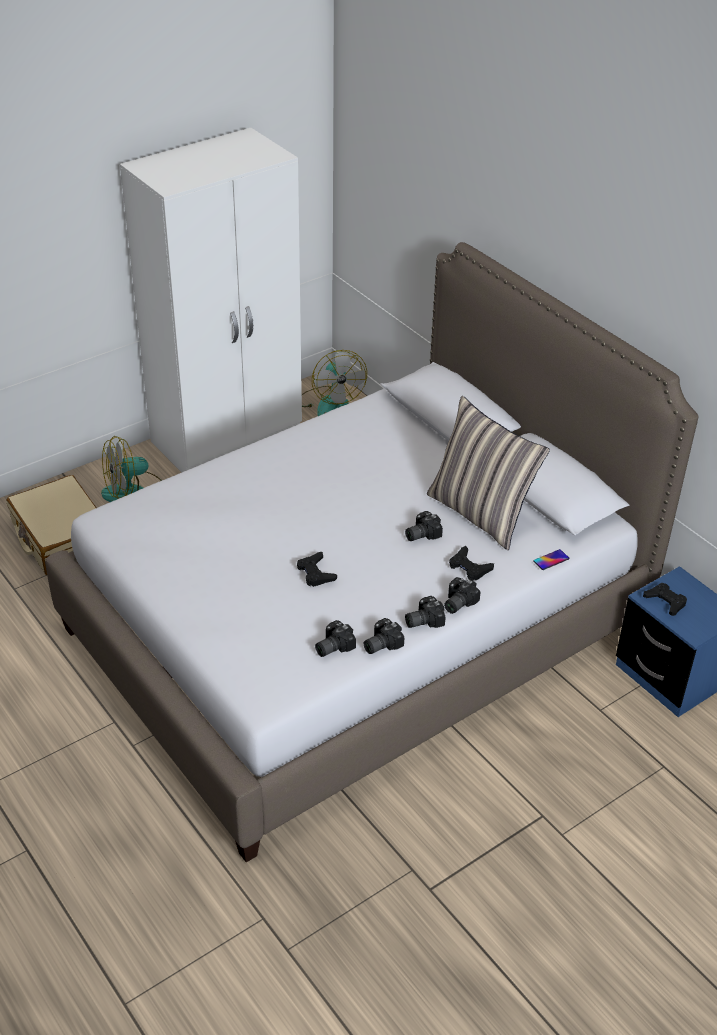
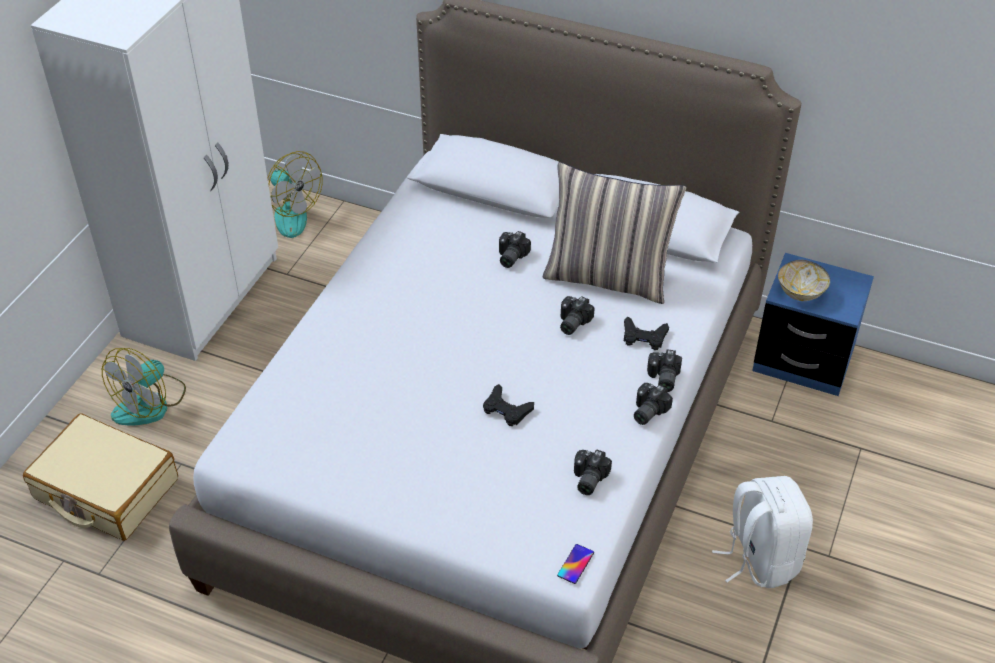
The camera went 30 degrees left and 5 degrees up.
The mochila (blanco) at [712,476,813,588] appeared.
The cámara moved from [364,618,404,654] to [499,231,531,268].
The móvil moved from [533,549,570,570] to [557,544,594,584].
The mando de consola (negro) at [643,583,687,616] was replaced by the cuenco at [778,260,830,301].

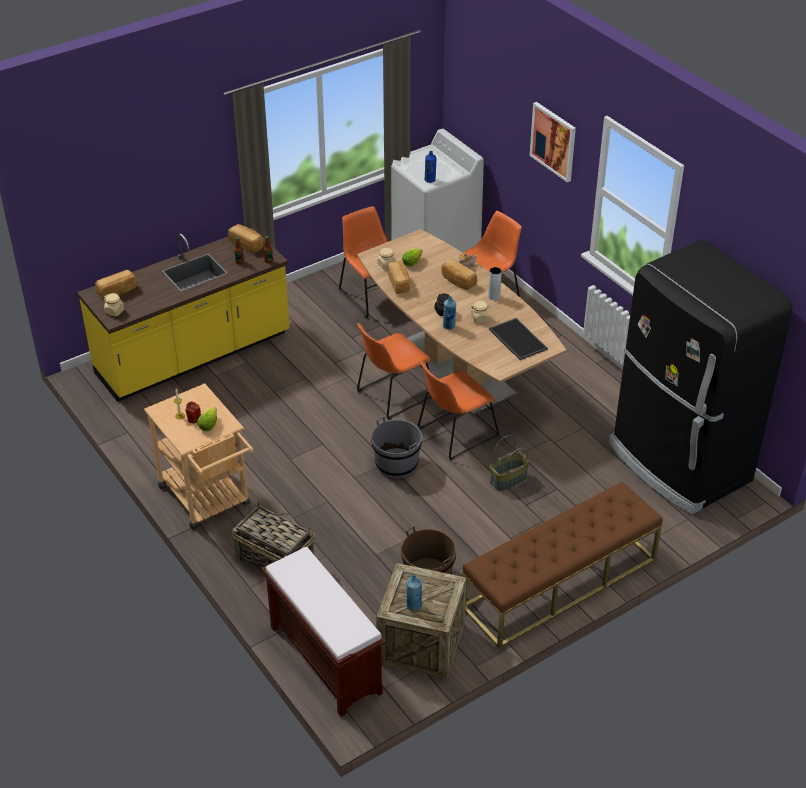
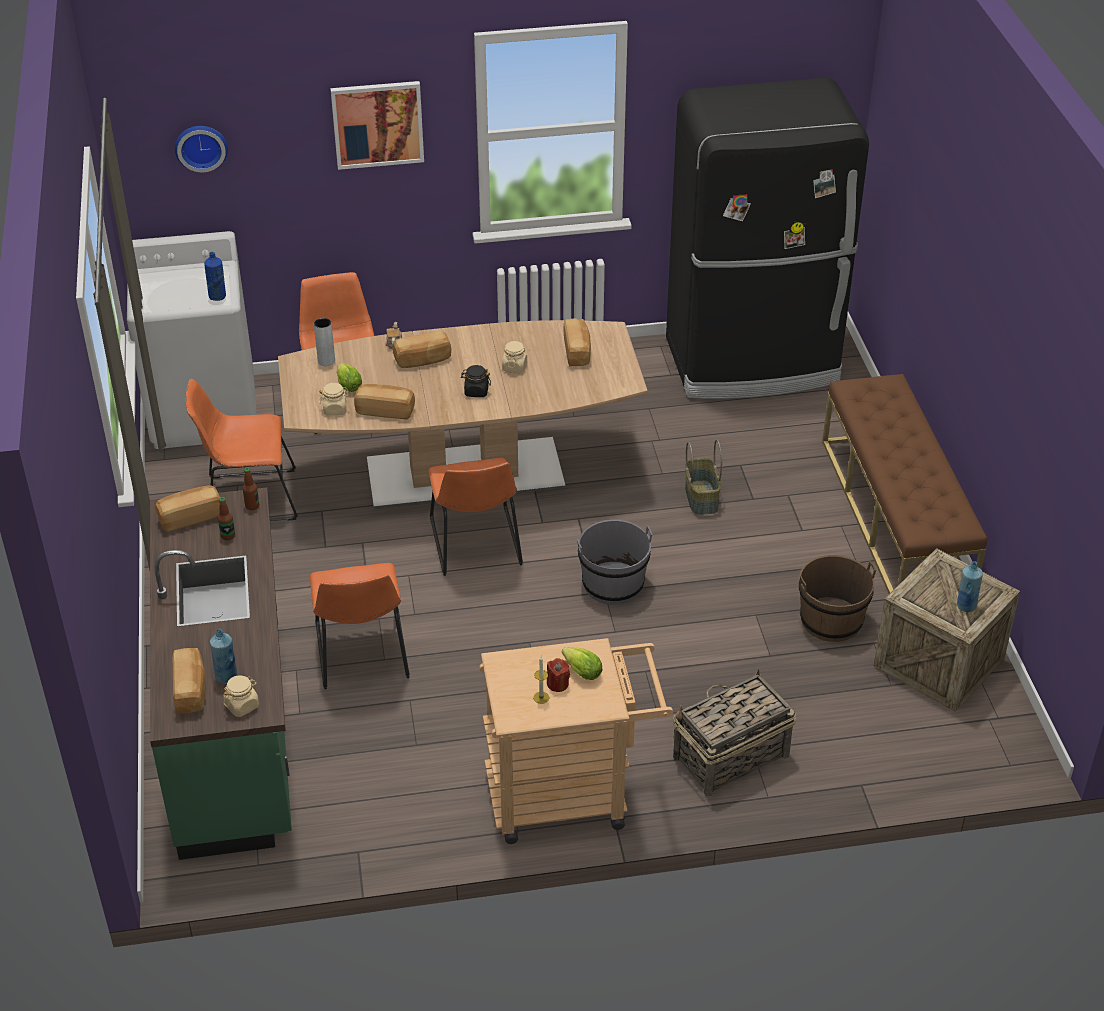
The camera went 65 degrees left and 0 degrees up.
The banco (marrón) at [261,547,386,717] disappeared.
The reloj de pared at [175,126,228,172] appeared.
The silla (naranja) moved from [417,361,500,461] to [310,563,410,689].
The botella (azul) moved from [443,296,456,330] to [210,629,237,684].
The florero (gris) moved from [488,267,502,300] to [314,318,335,366].
The bandeja at [489,318,548,360] was replaced by the pan at [563,318,591,366].
The mueble bajo de cocina (amarillo) at [77,227,289,402] became the mueble bajo de cocina (verde) at [150,487,292,860].

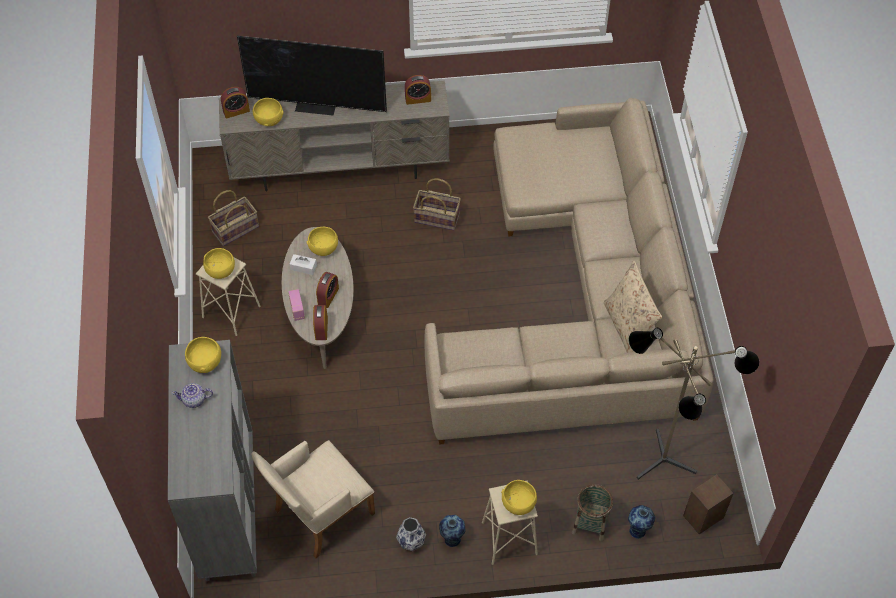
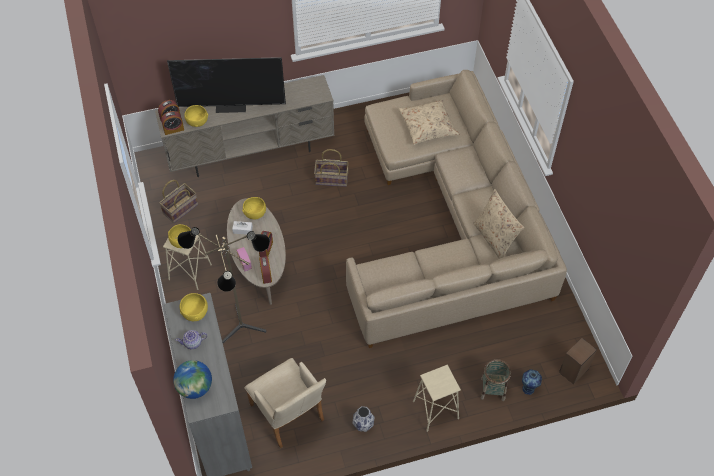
The camera went 10 degrees left and 0 degrees up.
The florero at [439,515,466,547] disappeared.
The cuenco (amarillo) at [501,480,537,515] disappeared.
The globo terráqueo at [173,360,212,399] appeared.
The cojín (beis) at [398,99,459,145] appeared.
The despertador moved from [405,75,431,105] to [161,111,184,135].
The lámpara de pie moved from [629,328,759,480] to [177,227,270,343].
The sillón (beis) at [251,440,375,558] turned 75 degrees counterclockwise.

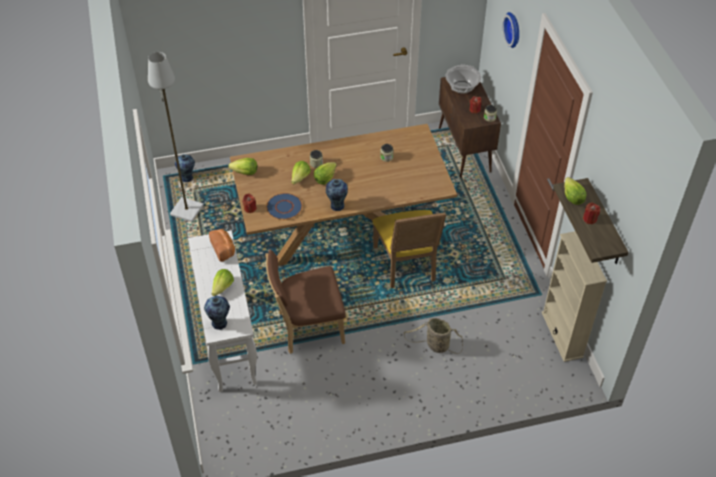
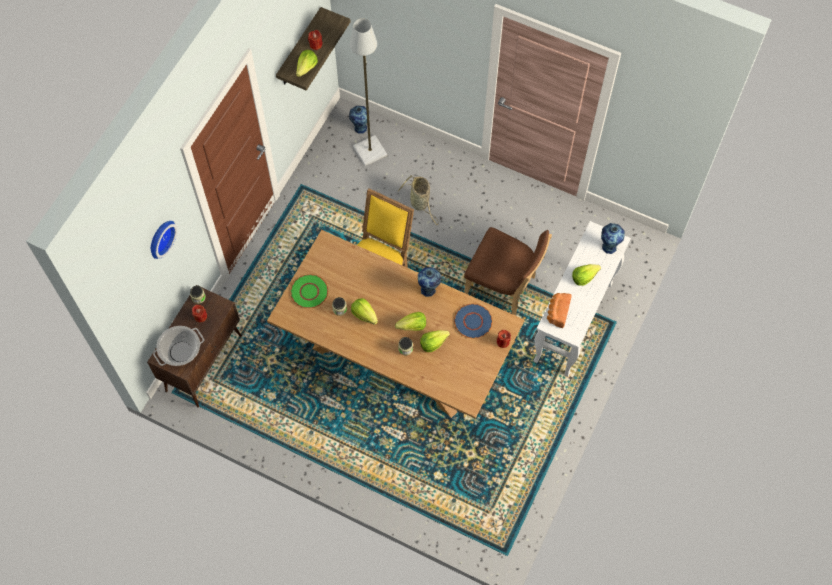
The camera went 140 degrees left and 15 degrees up.
The estantería (beis) at [542,231,607,362] disappeared.
The plato (verde) at [290,274,328,309] appeared.
The lámpara de pie (gris) moved from [148,52,203,222] to [350,18,387,166].
The florero moved from [175,154,195,182] to [349,106,367,134].
The lechuga moved from [228,158,258,175] to [351,298,378,325].

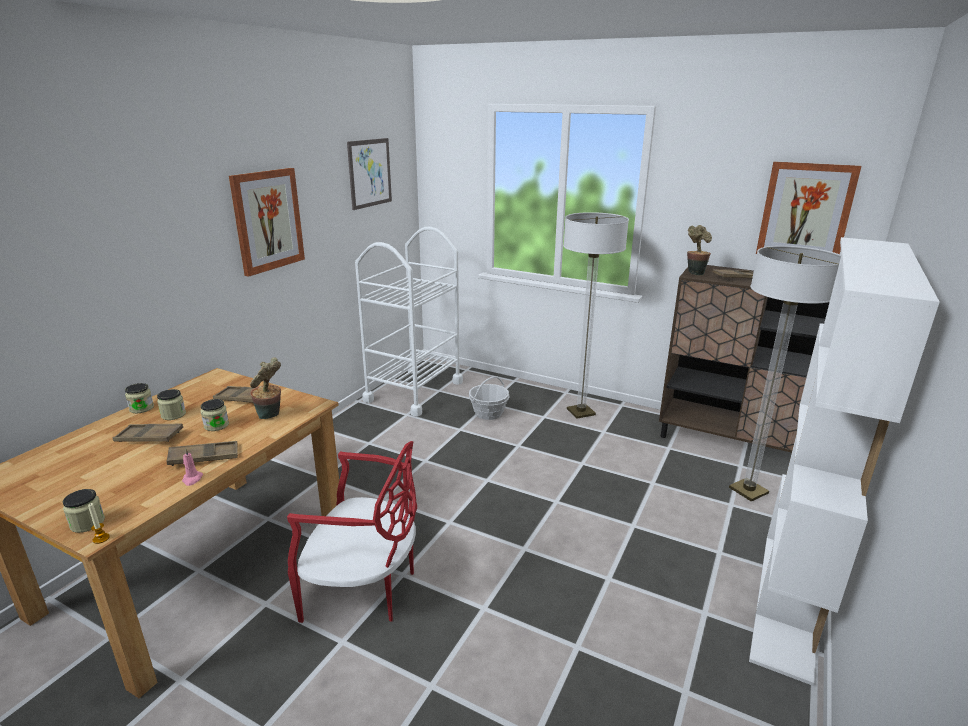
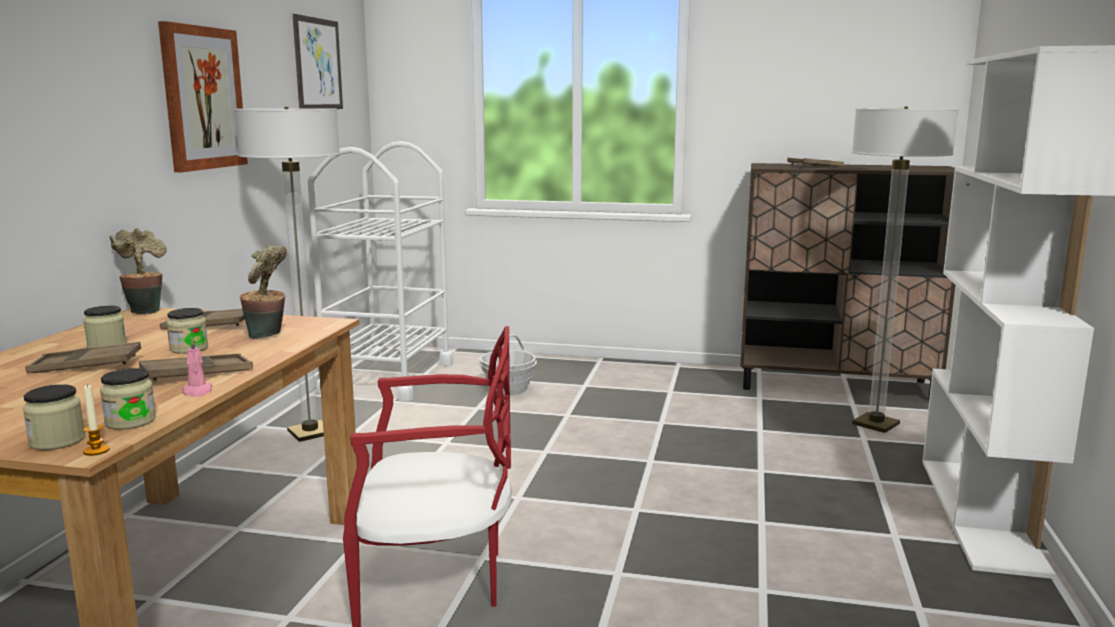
The camera went 15 degrees left and 10 degrees down.
The cuadro at [756,161,861,254] disappeared.
The tarro moved from [125,383,154,413] to [100,368,156,430].
The lámpara de pie moved from [563,212,629,419] to [234,107,340,442].
The planta en maceta moved from [687,225,712,276] to [109,228,167,314].

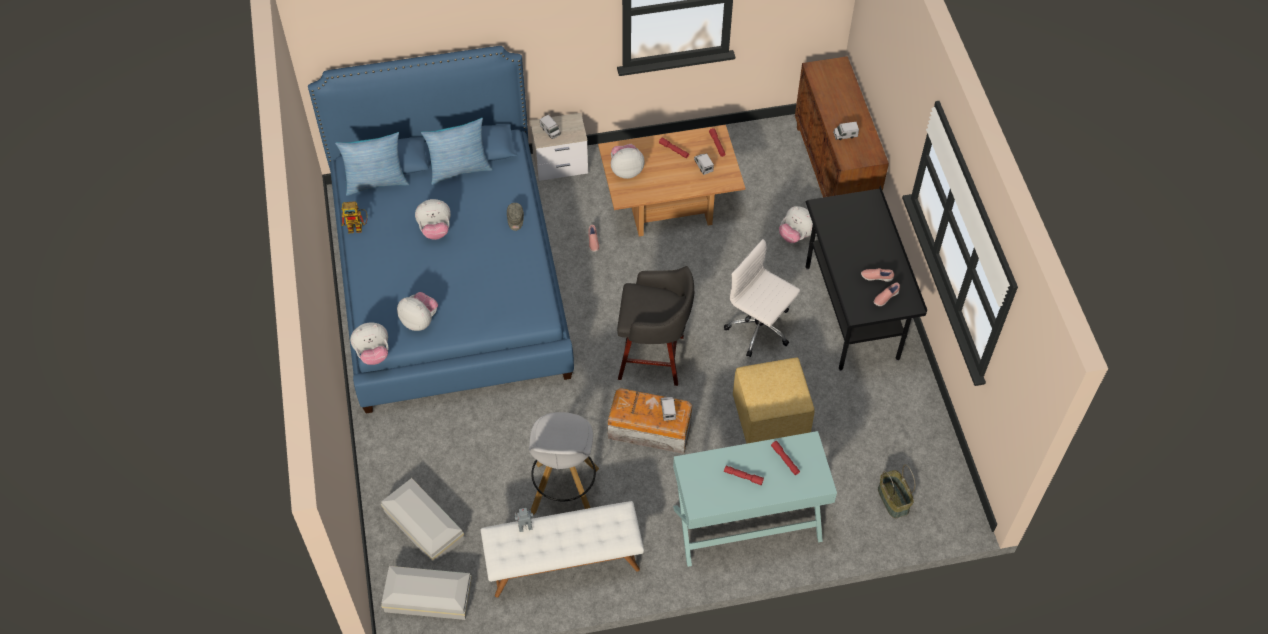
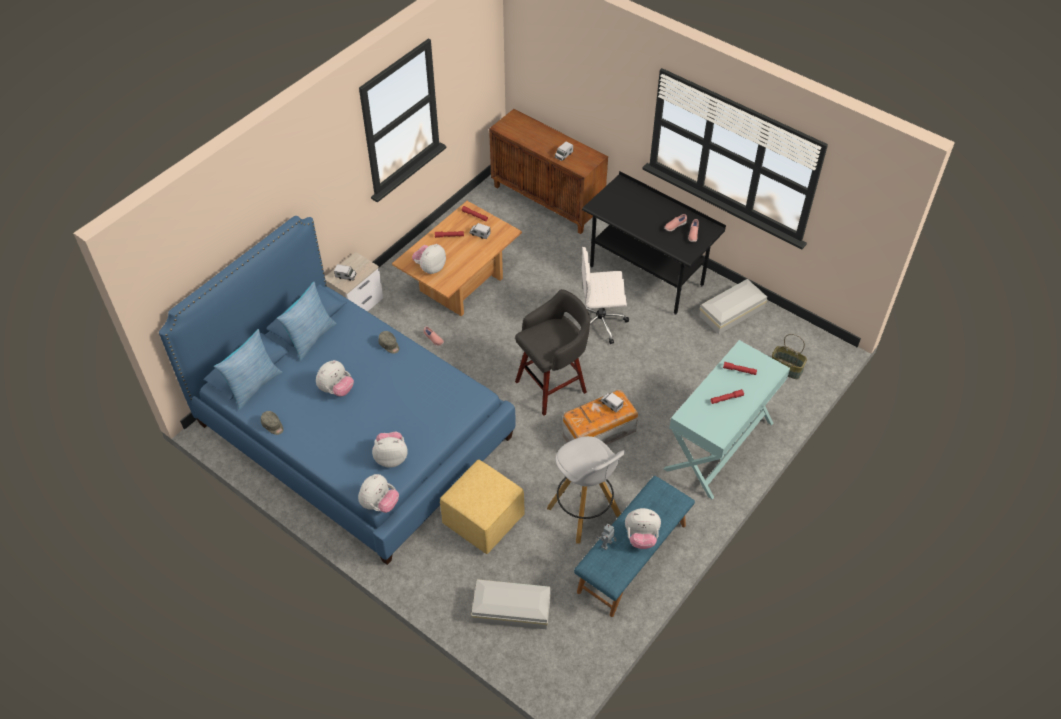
The camera went 40 degrees left and 5 degrees down.
The caja de almacenaje (blanco) moved from [381,566,472,620] to [699,279,767,334].
The puf (amarillo) moved from [733,357,815,444] to [440,460,525,554].
The peluche moved from [779,206,813,243] to [625,508,661,549].
The robot de juguete at [341,201,368,233] was replaced by the gorra (gris) at [261,411,284,435].
The banco (blanco) at [481,501,644,598] became the banco (azul) at [574,476,695,617].

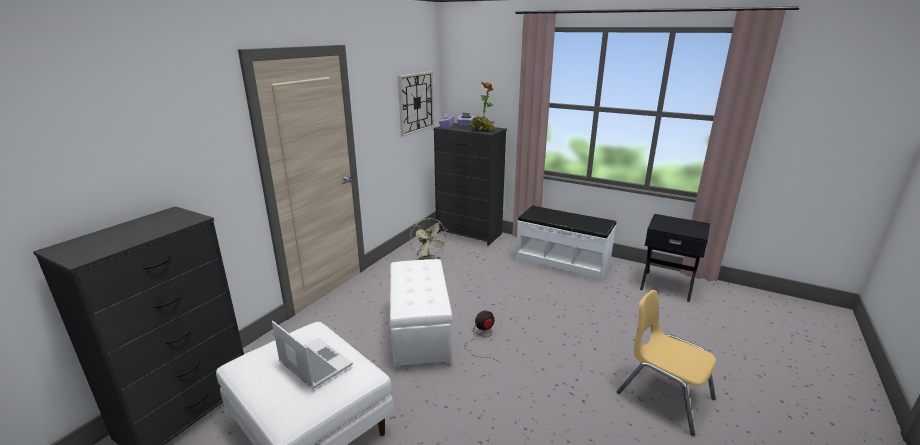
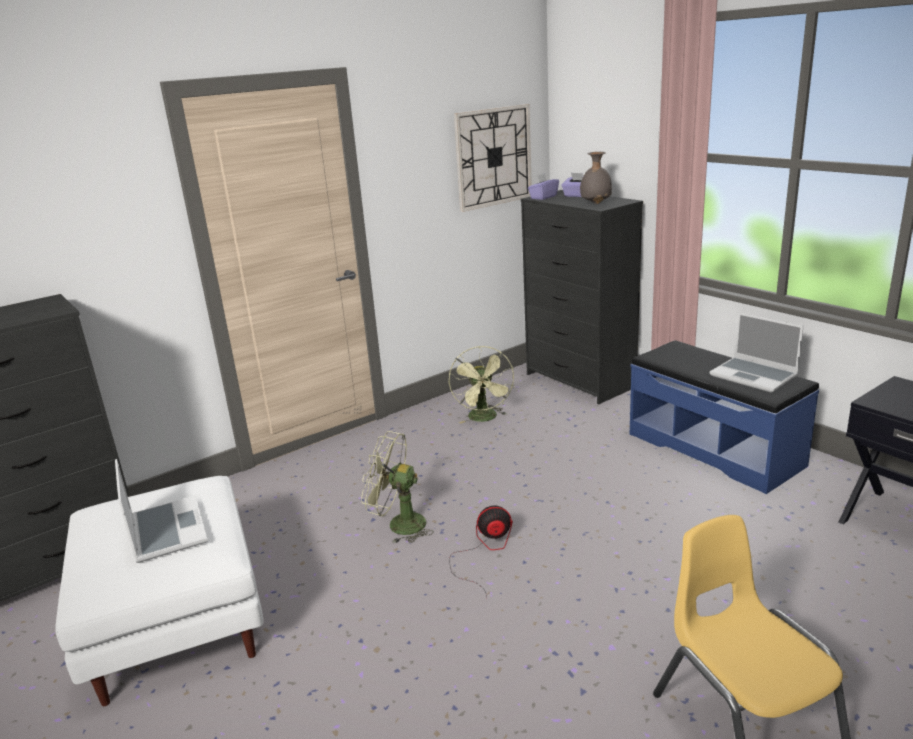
The camera went 25 degrees right and 0 degrees up.
The portátil at [710,312,804,393] appeared.
The puf (blanco) at [390,259,452,371] was replaced by the ventilador (verde) at [361,431,434,543].
The planta en maceta at [470,82,496,131] was replaced by the florero (gris) at [580,152,612,204].
The banco (blanco) at [516,205,616,281] became the banco (azul) at [630,340,819,494].

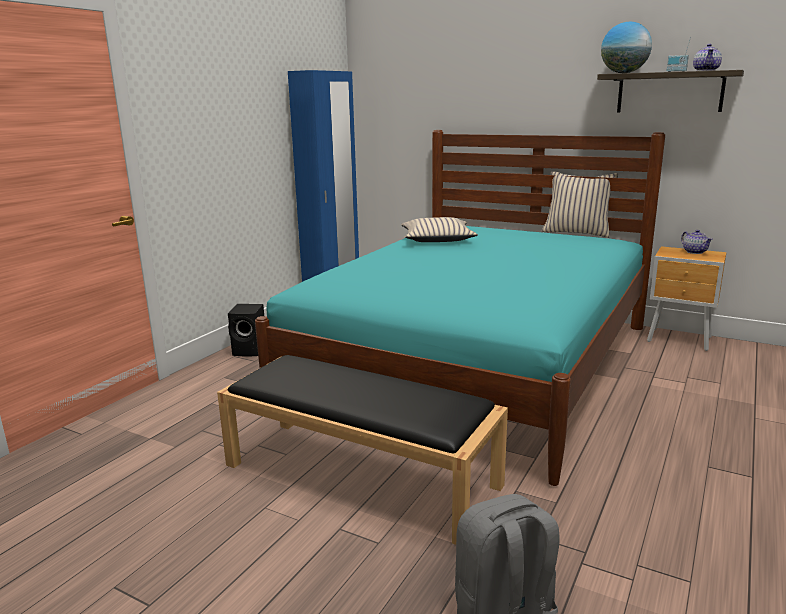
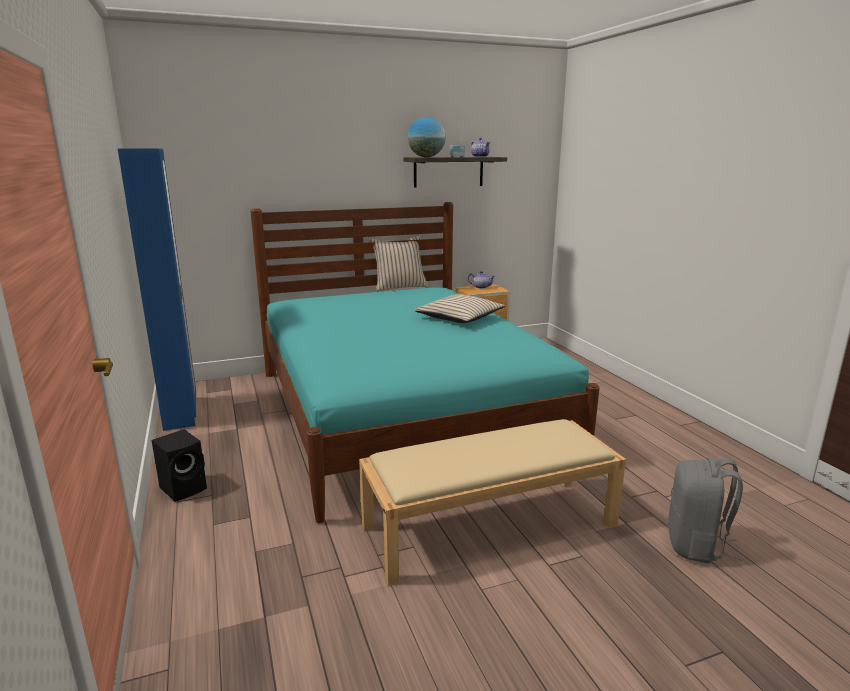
The camera went 50 degrees left and 0 degrees up.
The cojín (beis) moved from [401,217,478,242] to [414,294,506,323].
The banco (negro) at [217,355,508,545] became the banco (beis) at [359,419,626,586].

